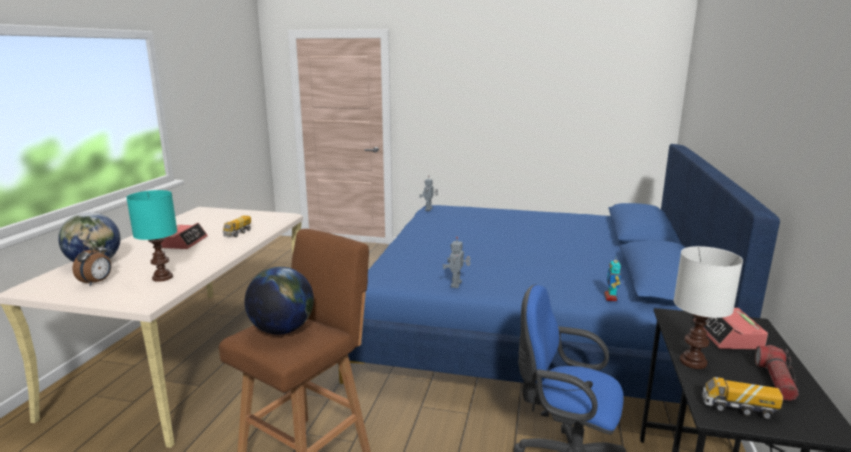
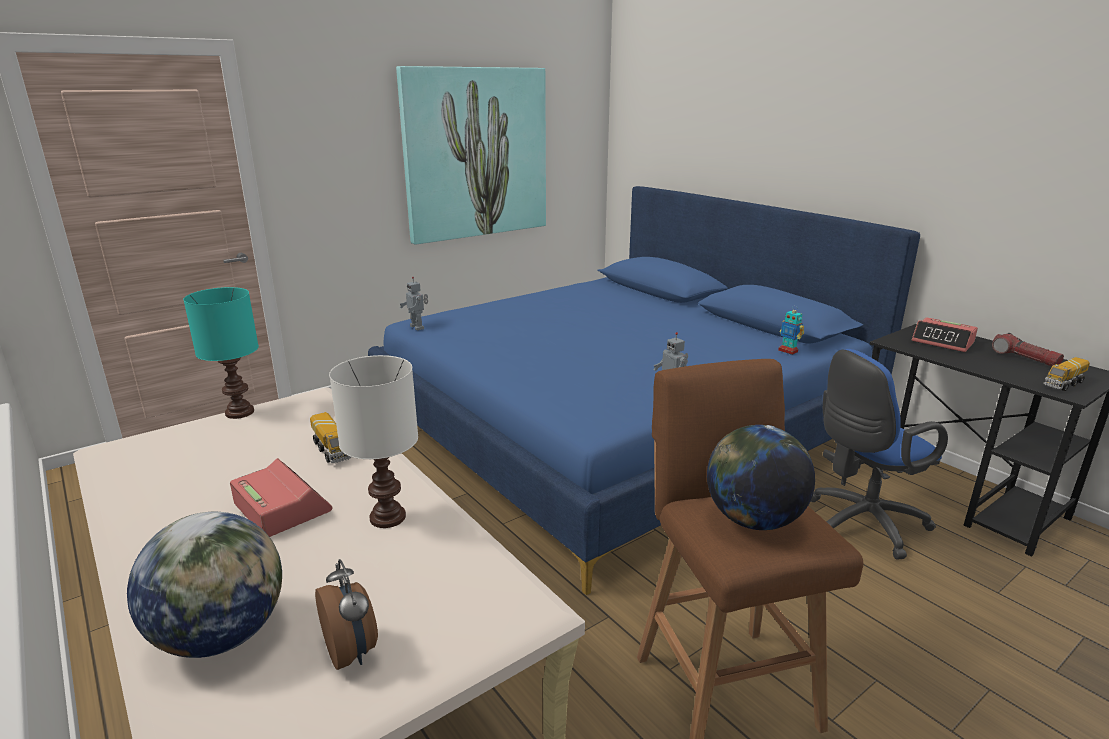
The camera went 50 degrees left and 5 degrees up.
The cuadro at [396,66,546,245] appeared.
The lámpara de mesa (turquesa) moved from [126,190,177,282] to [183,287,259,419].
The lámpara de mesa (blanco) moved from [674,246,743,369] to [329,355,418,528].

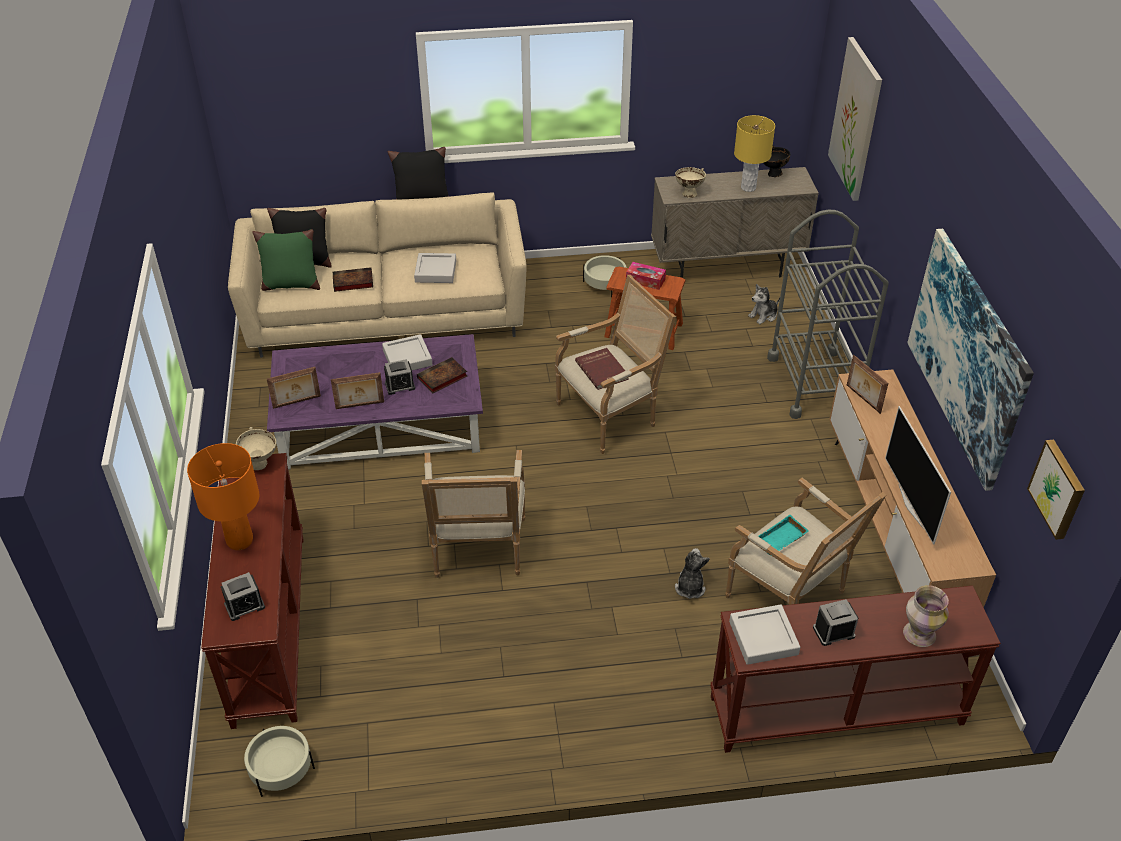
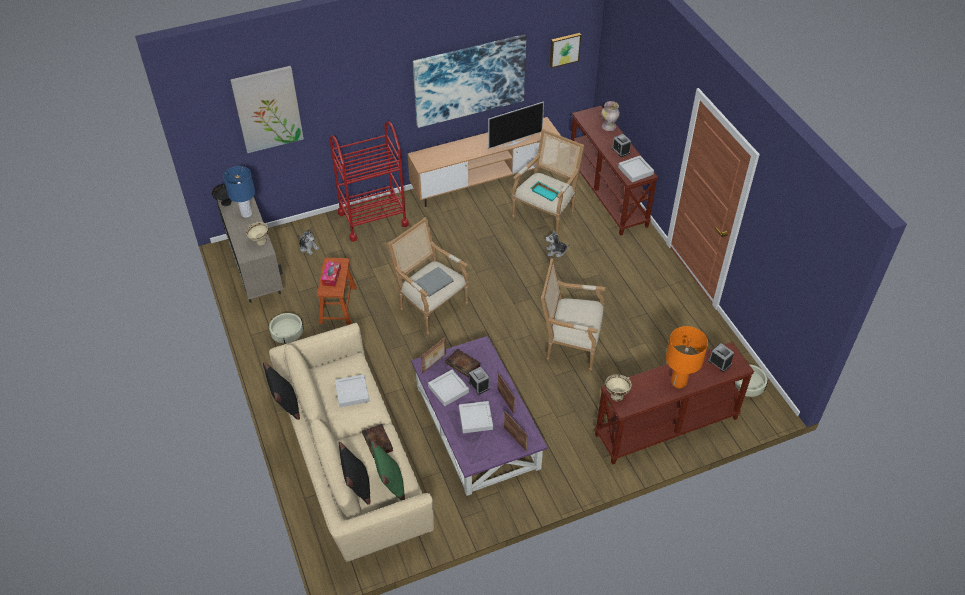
The camera went 105 degrees left and 5 degrees up.
The bandeja (gris) at [459,401,493,433] appeared.
The portarretratos moved from [847,355,888,414] to [421,337,446,373].
The libro (rojo) at [575,348,629,390] became the libro (gris) at [414,267,454,297].
The lámpara de mesa (amarillo) at [734,115,775,192] became the lámpara de mesa (azul) at [223,166,255,218].
The carrito (gris) at [767,210,888,419] became the carrito (rojo) at [329,121,409,242].
The sillón at [422,450,525,578] turned 150 degrees counterclockwise.

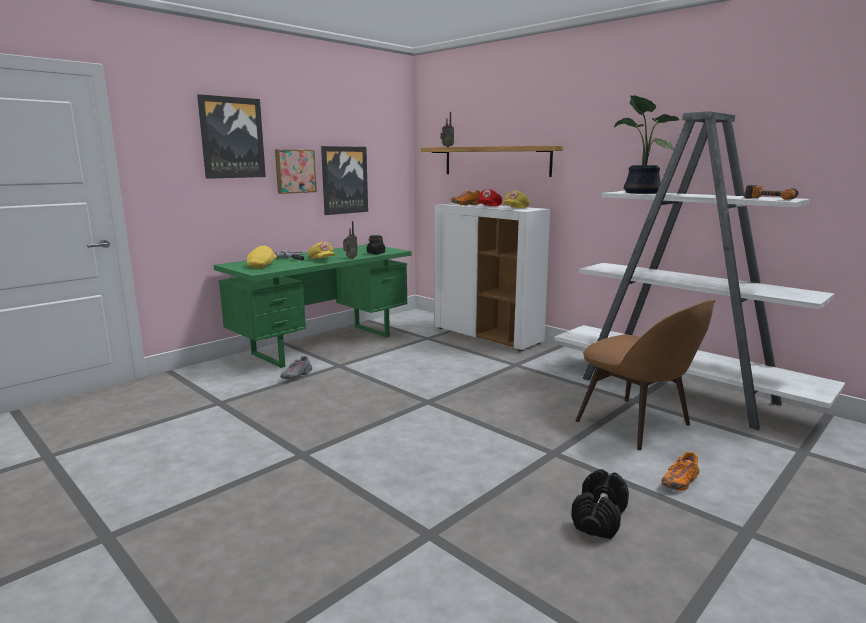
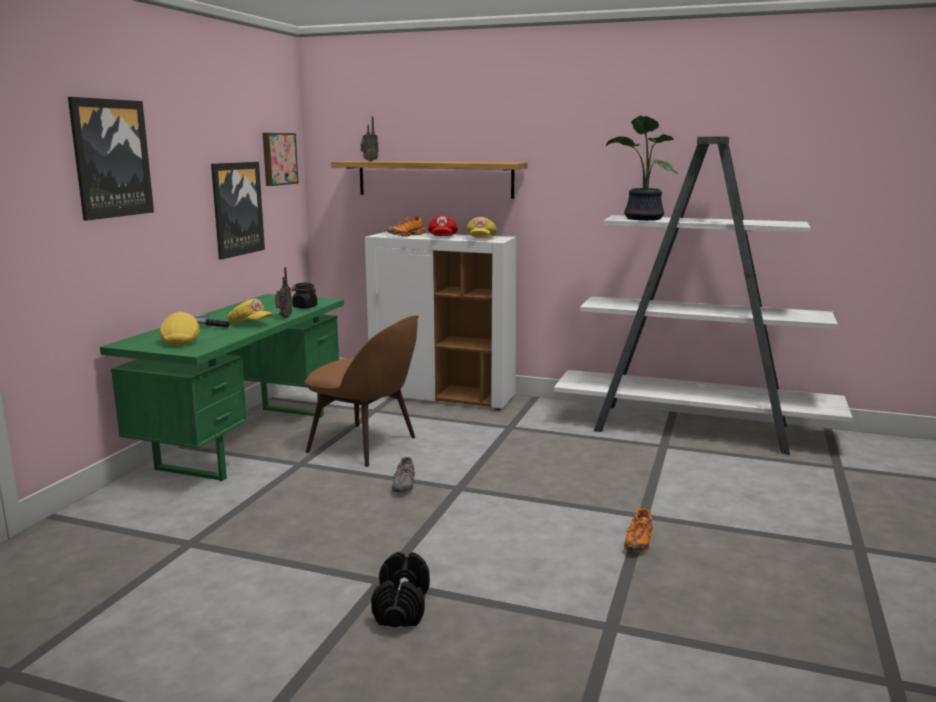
The camera went 25 degrees left and 0 degrees up.
The taladro at [744,185,799,200] disappeared.
The cuadro moved from [275,149,317,194] to [263,133,299,186].
The zapato (gris) moved from [281,356,312,380] to [392,457,415,493].
The mancuerna (negro) moved from [571,469,629,539] to [371,552,430,627].
The silla (marrón) moved from [576,300,716,450] to [305,315,419,467].
The zapato (naranja) moved from [661,452,699,491] to [624,508,653,552].

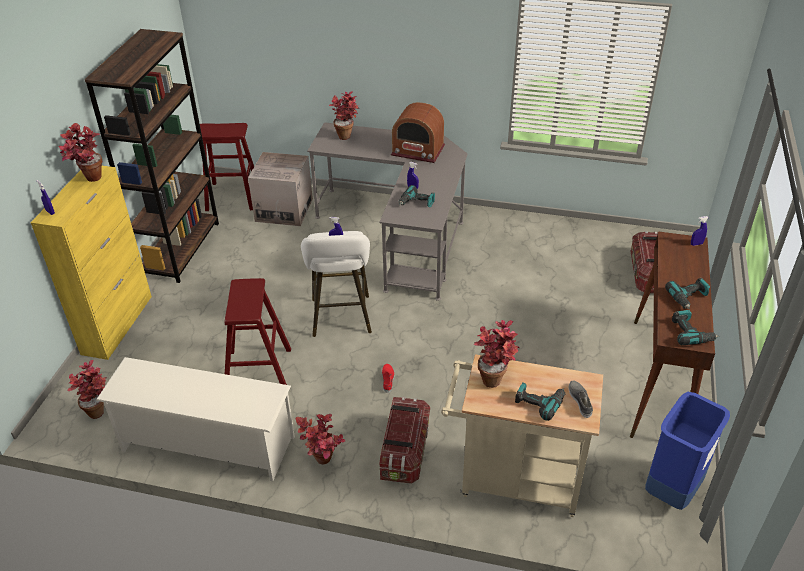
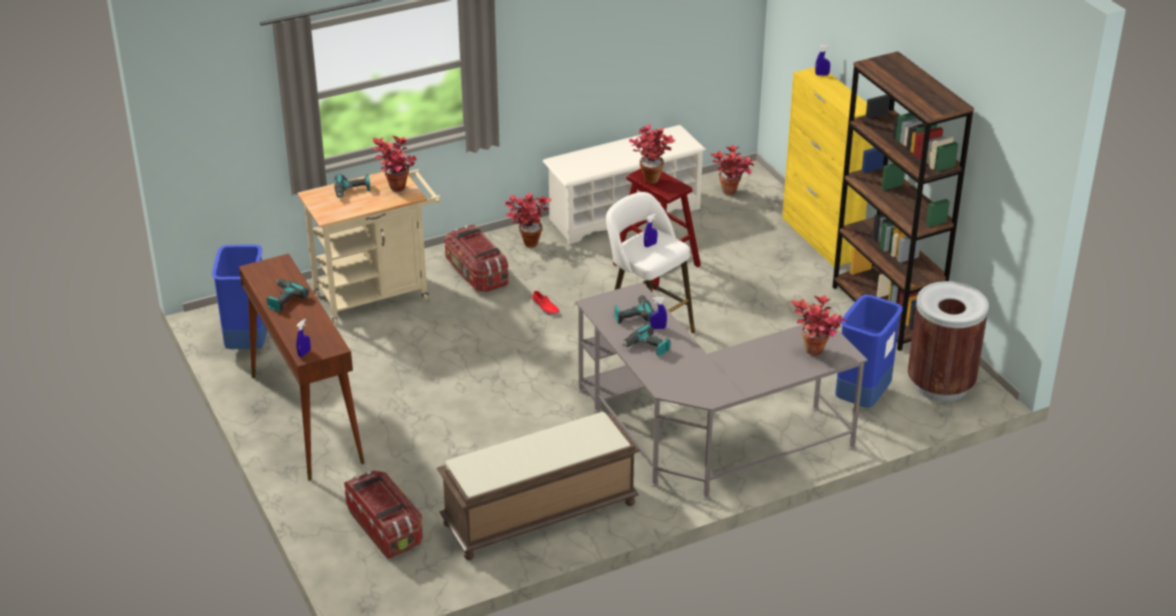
The camera went 140 degrees right and 5 degrees down.
The radio at [391,102,445,163] disappeared.
The zapato (gris) at [569,381,593,418] disappeared.
The banco (marrón) at [437,412,640,560] appeared.
The planta en maceta moved from [58,123,102,182] to [629,124,675,184].
The taladro moved from [672,310,719,345] to [622,324,670,356].
The taburete (rojo) at [196,123,254,211] was replaced by the papelera (marrón) at [908,281,989,402].
The caja de cartón at [248,152,313,226] was replaced by the papelera (azul) at [835,295,903,408].

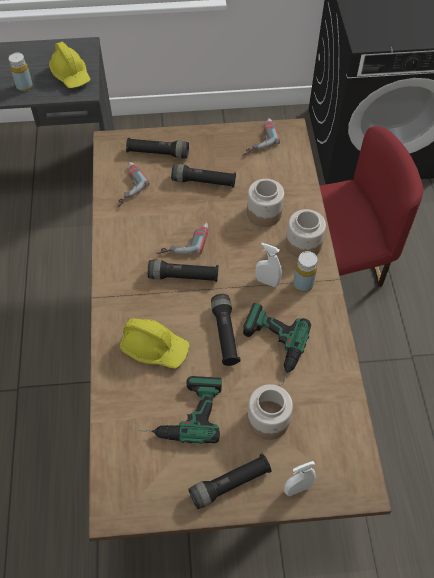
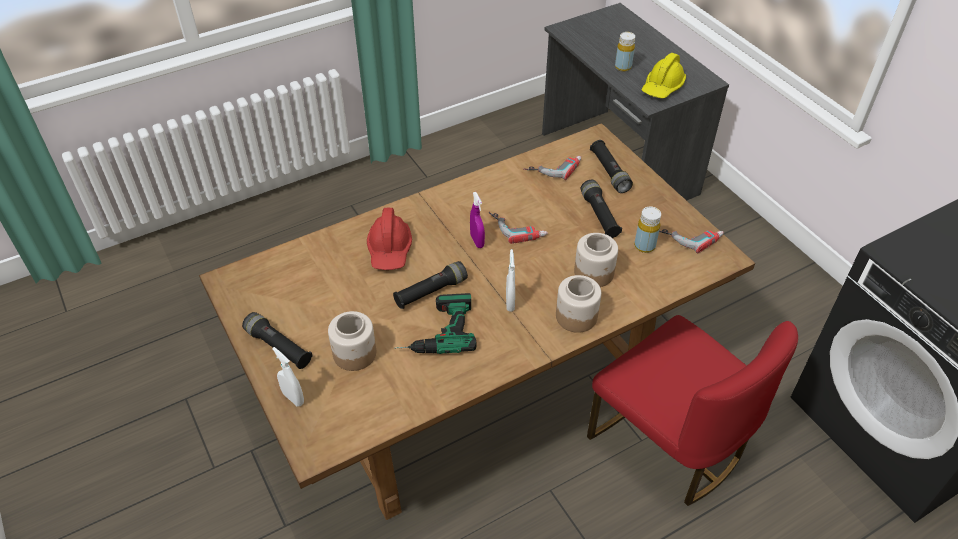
The camera went 65 degrees right and 10 degrees down.
The taladro at [139,376,222,444] disappeared.
The botella (amarillo) moved from [293,251,318,292] to [634,206,661,253].
The linterna (negro) at [148,260,218,282] was replaced by the pulverizador (morado) at [470,192,485,248].
The casco (amarillo) at [120,318,190,369] became the casco (rojo) at [367,208,412,270].

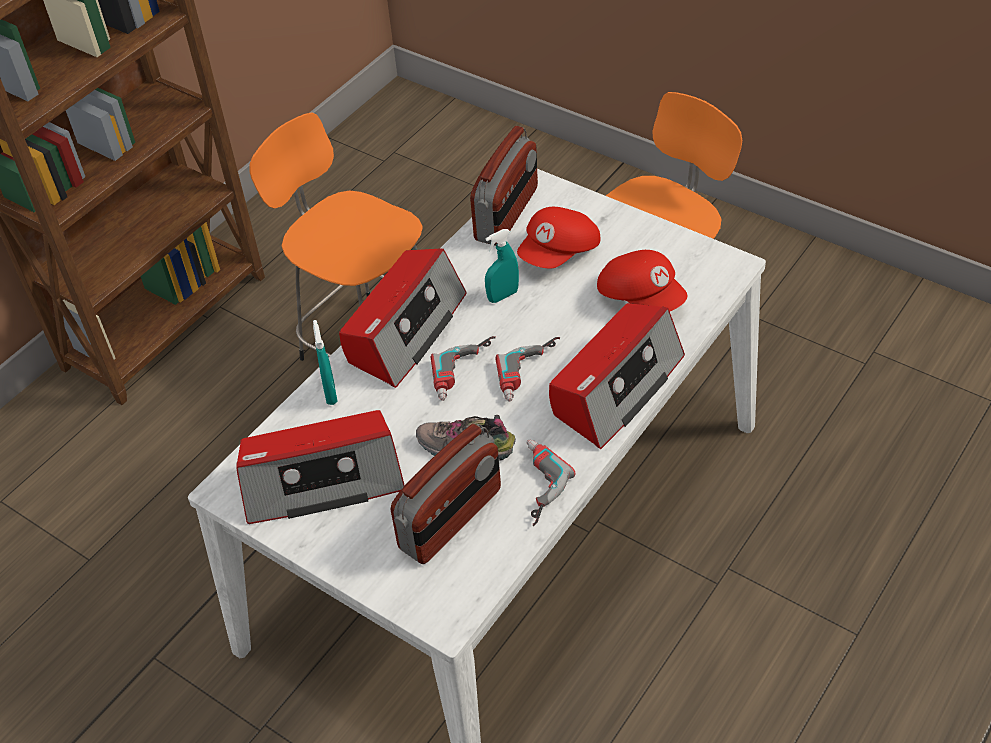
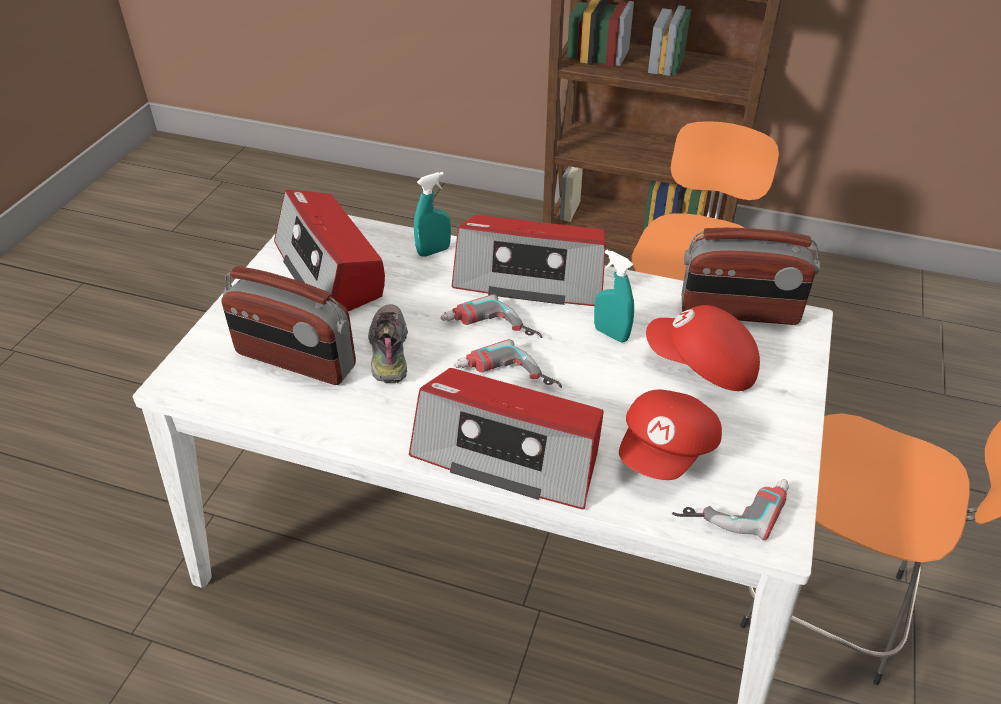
The camera went 70 degrees right and 5 degrees down.
The taladro moved from [526,440,575,526] to [672,479,789,540].

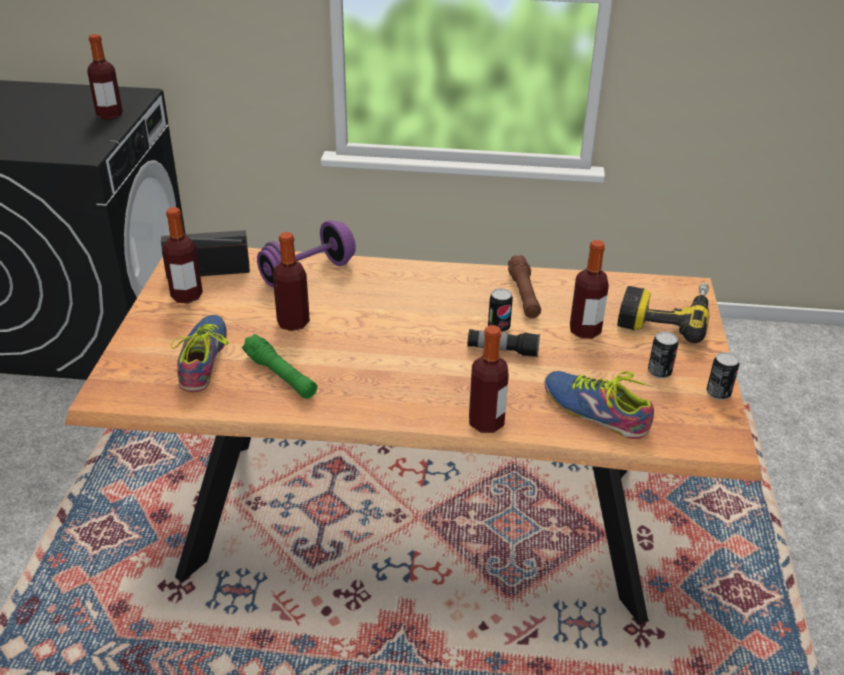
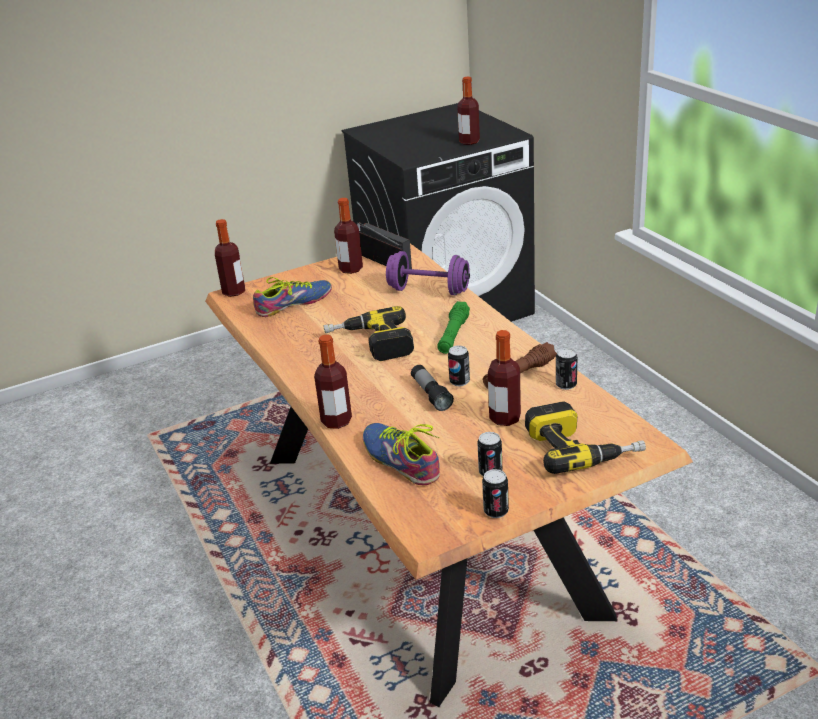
The camera went 60 degrees right and 5 degrees down.
The taladro at [323,306,414,361] appeared.
The lata at [556,348,577,390] appeared.
The linterna (verde) moved from [242,334,317,399] to [437,301,470,354].
The botella moved from [272,232,310,331] to [215,219,245,297].
The zapato at [544,371,654,439] turned 45 degrees counterclockwise.

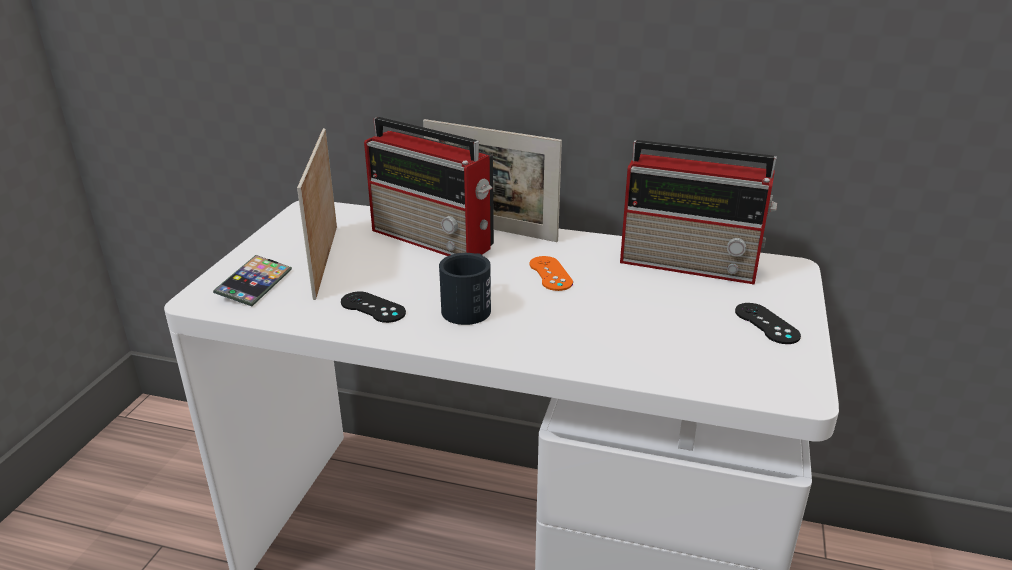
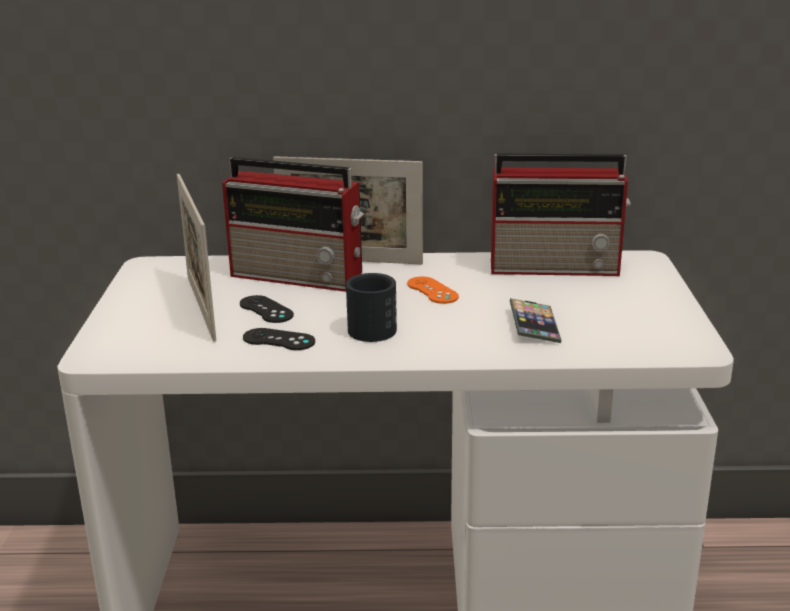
The camera went 15 degrees left and 5 degrees down.
The móvil moved from [213,255,292,307] to [510,298,562,343].
The mando de consola (negro) moved from [735,303,801,344] to [240,295,294,323].

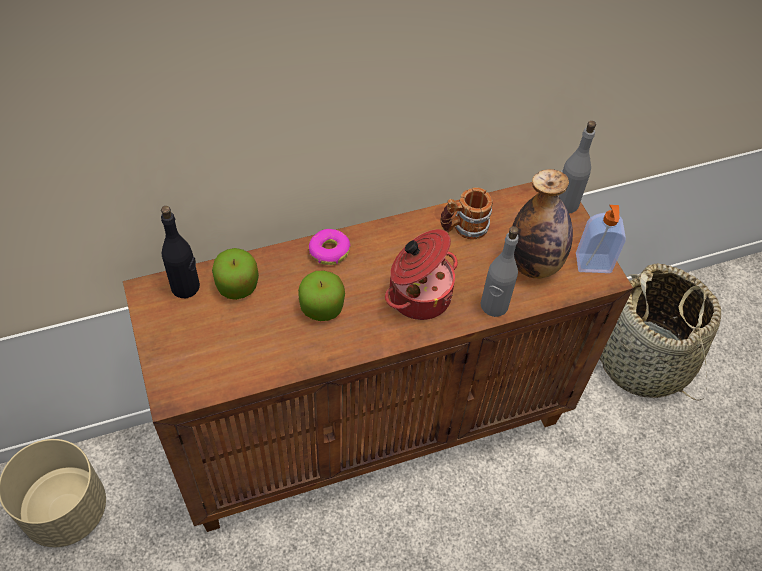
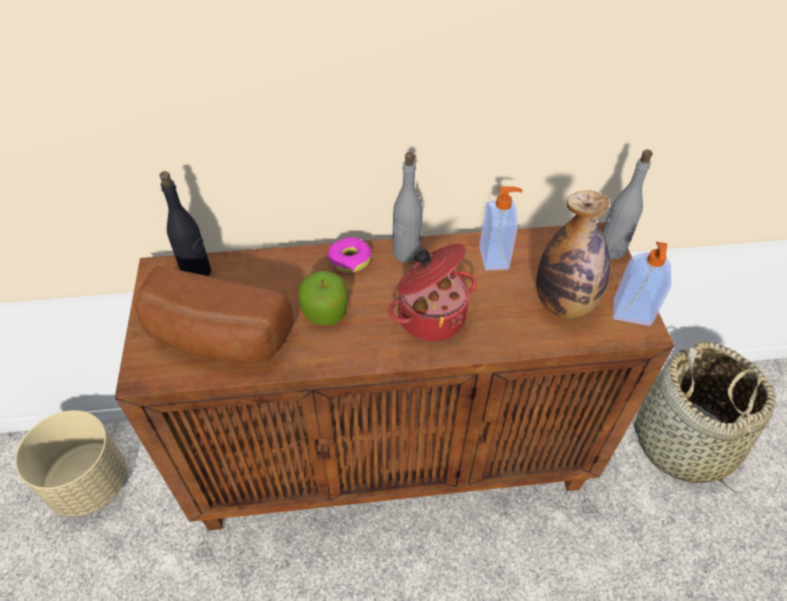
The camera went 15 degrees right and 5 degrees down.
The manzana at [212,248,259,300] disappeared.
The pan at [134,266,293,363] appeared.
The botella (gris) moved from [480,226,519,317] to [393,152,423,262].
The taza grande at [440,187,493,240] was replaced by the dispensador de jabón at [479,186,523,271].

